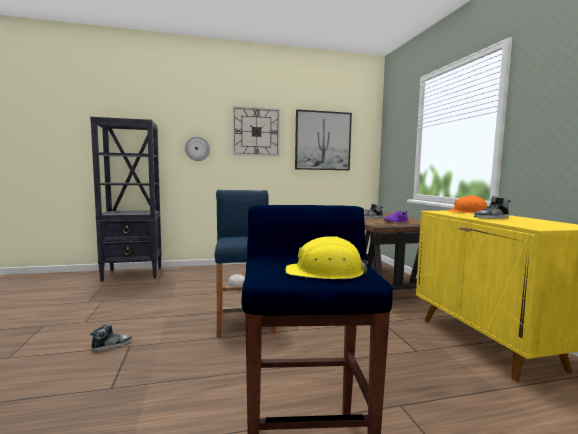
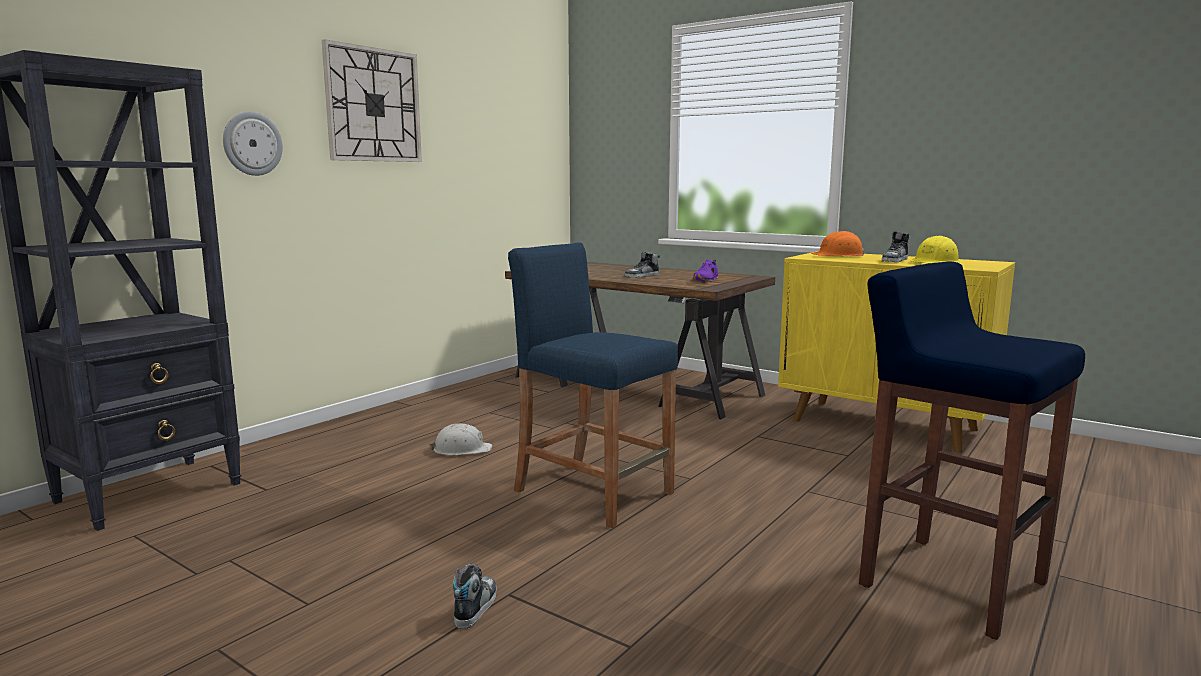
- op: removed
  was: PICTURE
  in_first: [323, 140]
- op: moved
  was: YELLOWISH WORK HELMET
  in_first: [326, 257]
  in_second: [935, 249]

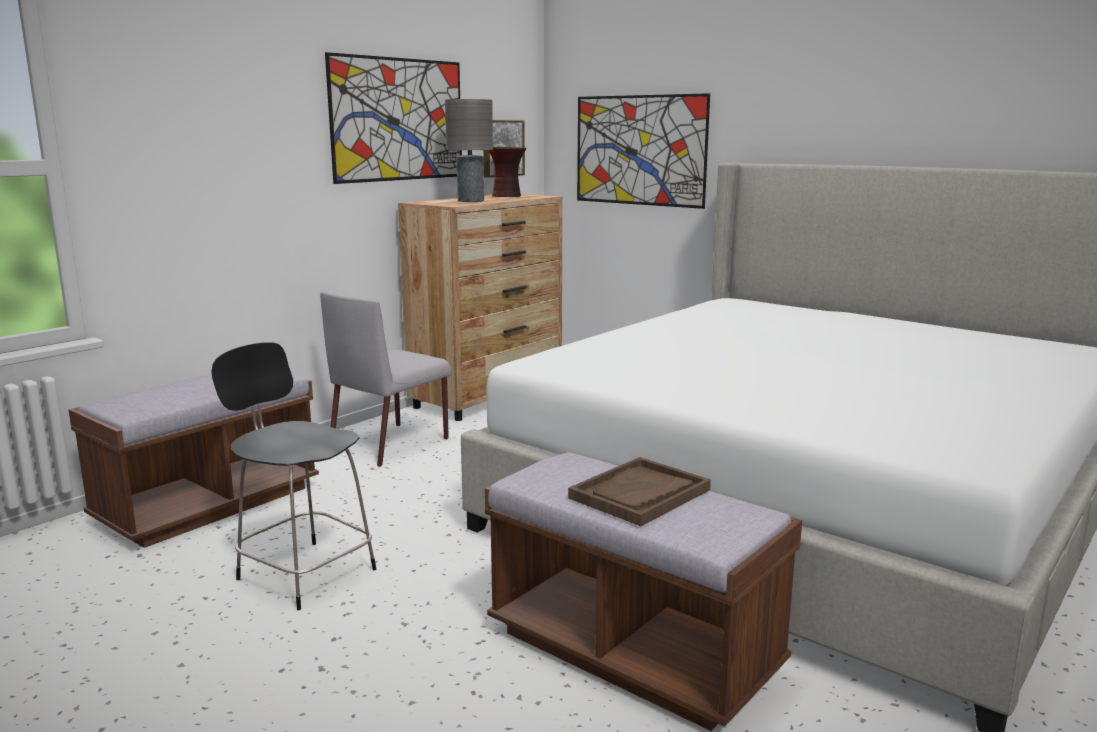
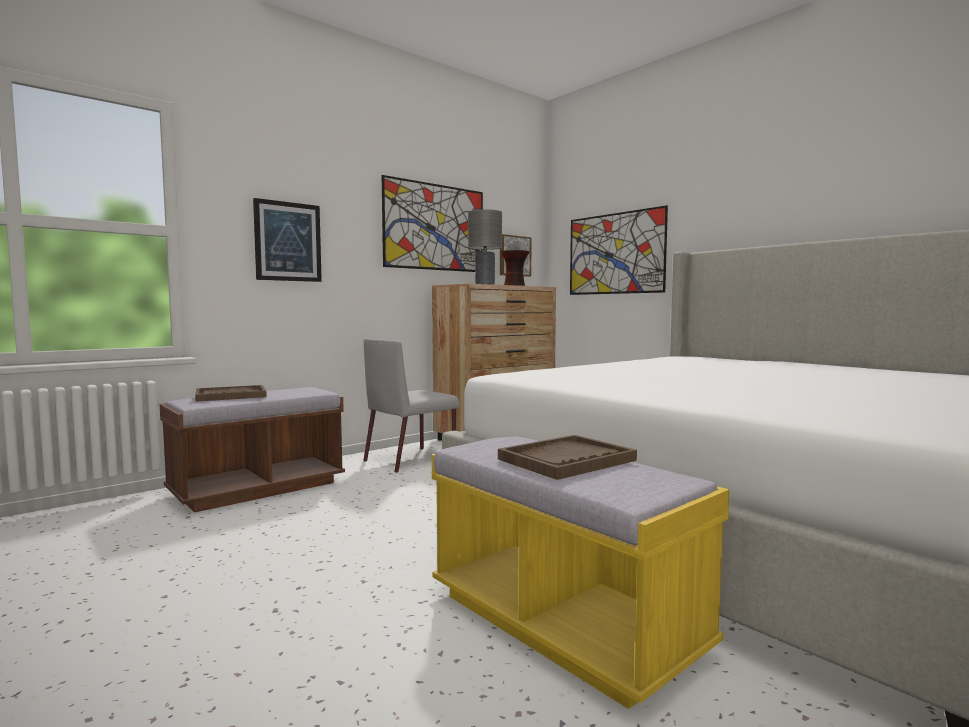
- op: removed
  was: BLACKISH UPRIGHT CHAIR
  in_first: [293, 476]
- op: added
  now: BROWN-COLOURED TRAY
  in_second: [231, 393]
- op: added
  now: PICTURE
  in_second: [287, 240]
- op: recoloured
  was: BROWN-COLOURED LONG SEAT
  now: YELLOWISH LONG SEAT
  in_first: [643, 591]
  in_second: [580, 572]

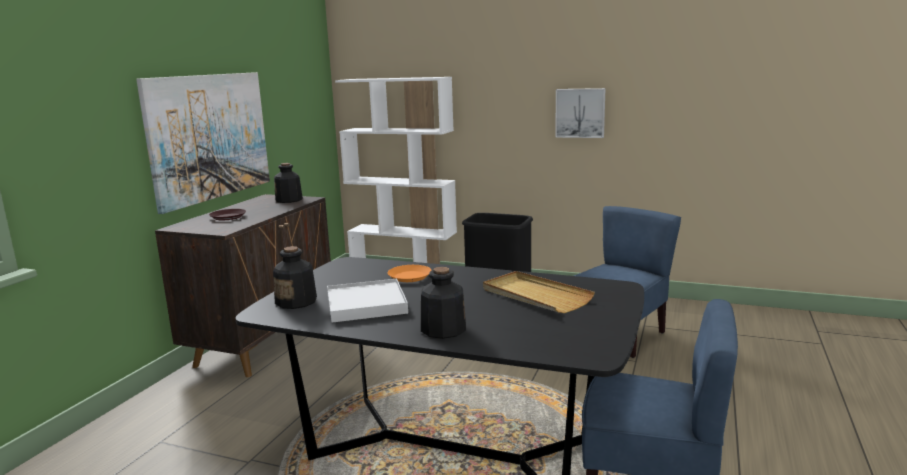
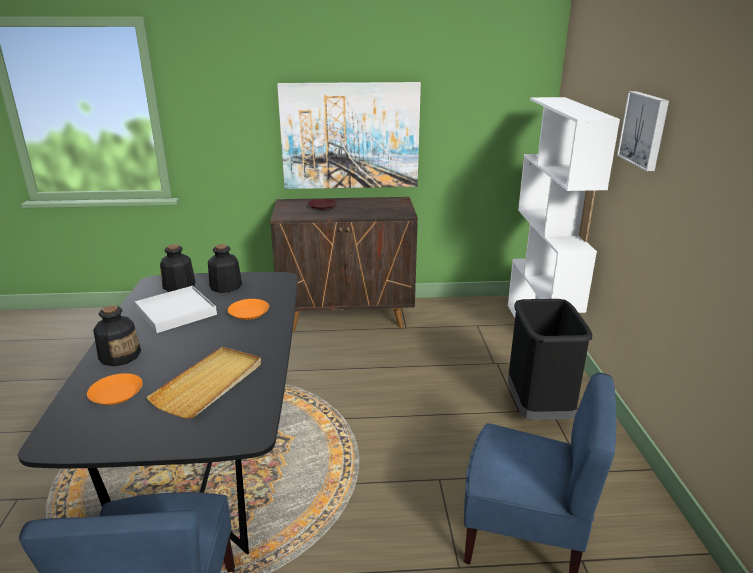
- op: added
  now: ORANGEY PLATE
  in_second: [115, 389]
- op: moved
  was: BEVERAGE BOTTLE
  in_first: [288, 183]
  in_second: [225, 268]
- op: moved
  was: PICTURE
  in_first: [580, 113]
  in_second: [643, 131]

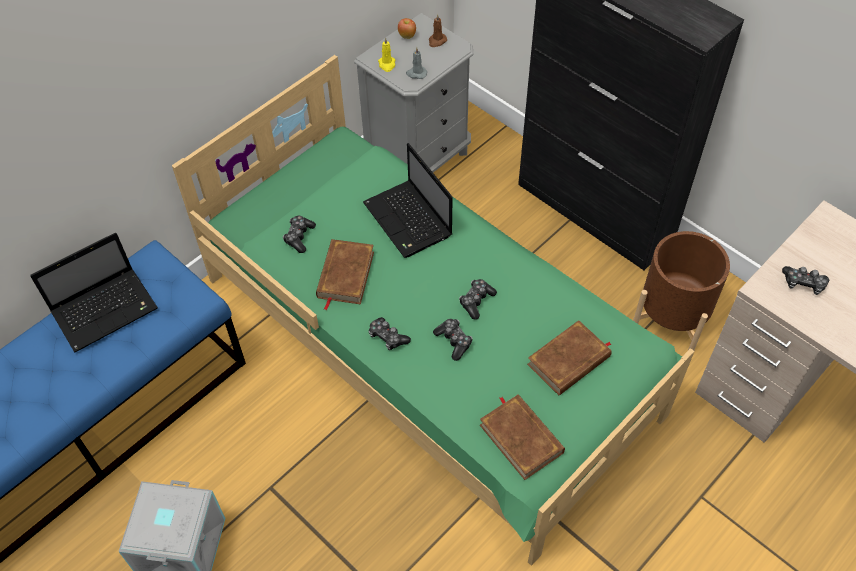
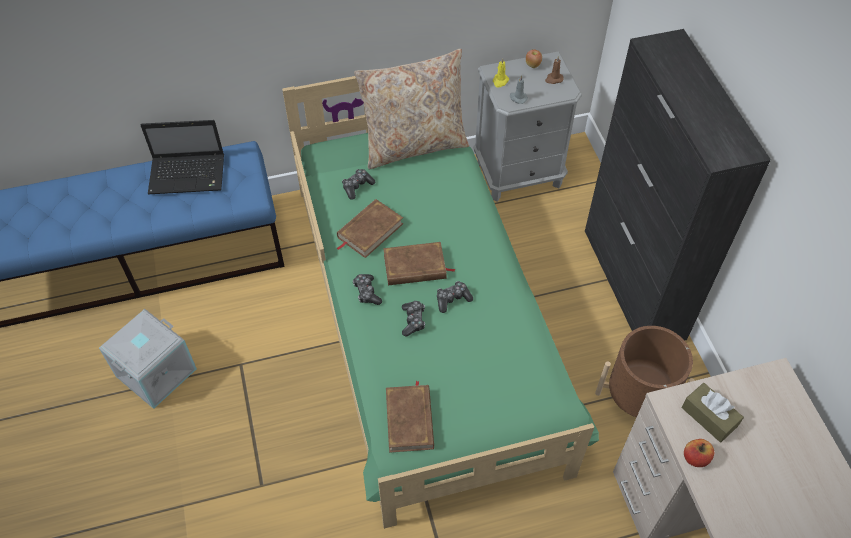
- op: removed
  was: NOTEBOOK COMPUTER
  in_first: [408, 200]
- op: added
  now: BEIGE-COLOURED THROW PILLOW
  in_second: [411, 109]
- op: added
  now: APPLE
  in_second: [699, 453]
- op: moved
  was: BROWN-COLOURED BOOK
  in_first: [569, 357]
  in_second: [419, 263]
- op: replaced
  was: GAMEPAD
  now: BROWN-COLOURED TISSUE BOX
  in_first: [805, 280]
  in_second: [713, 412]

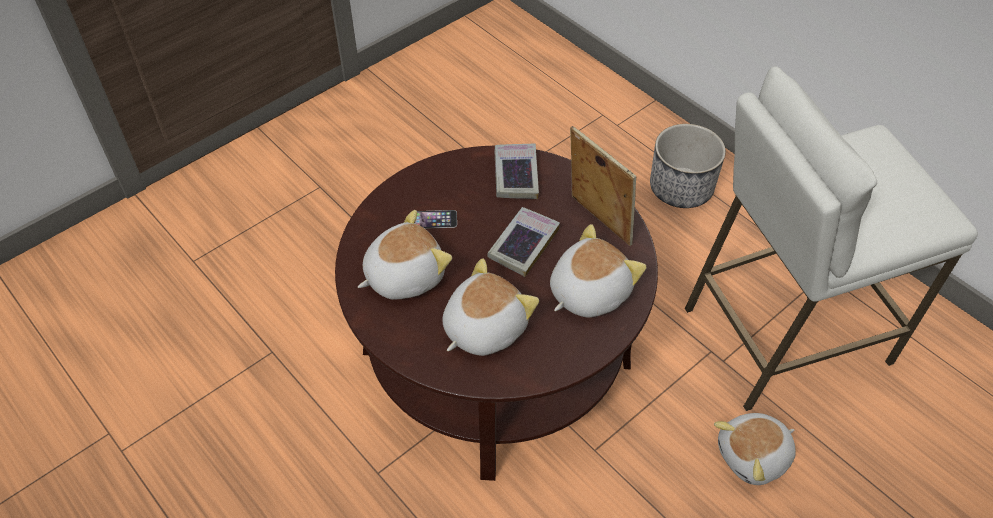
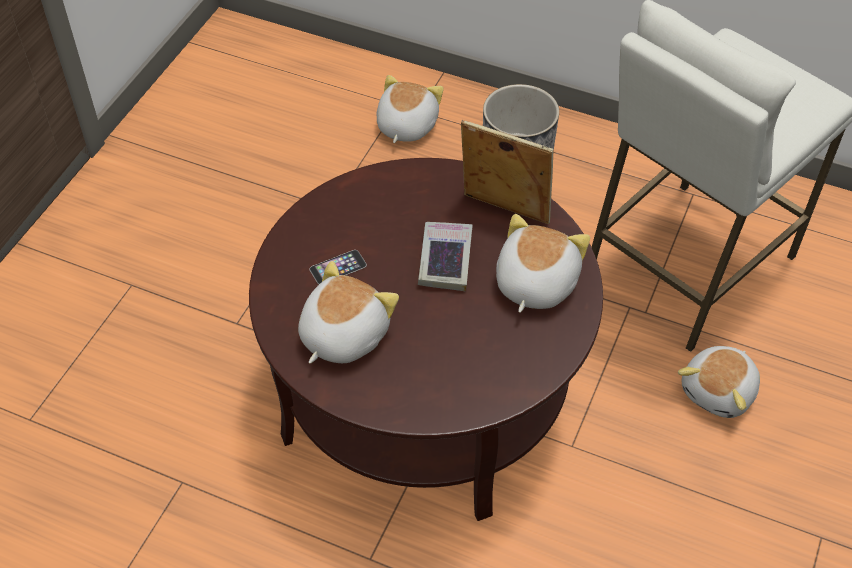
- op: removed
  was: BOOK
  in_first: [516, 171]
- op: moved
  was: SOFT TOY
  in_first: [490, 307]
  in_second: [410, 109]

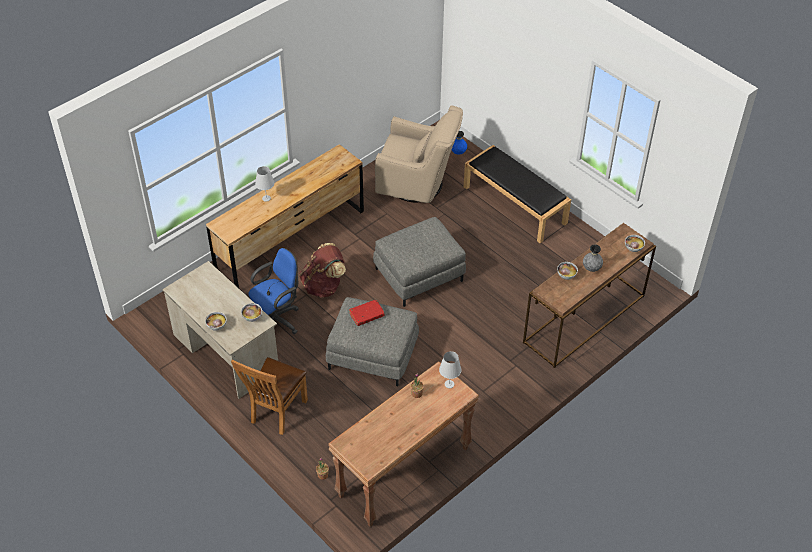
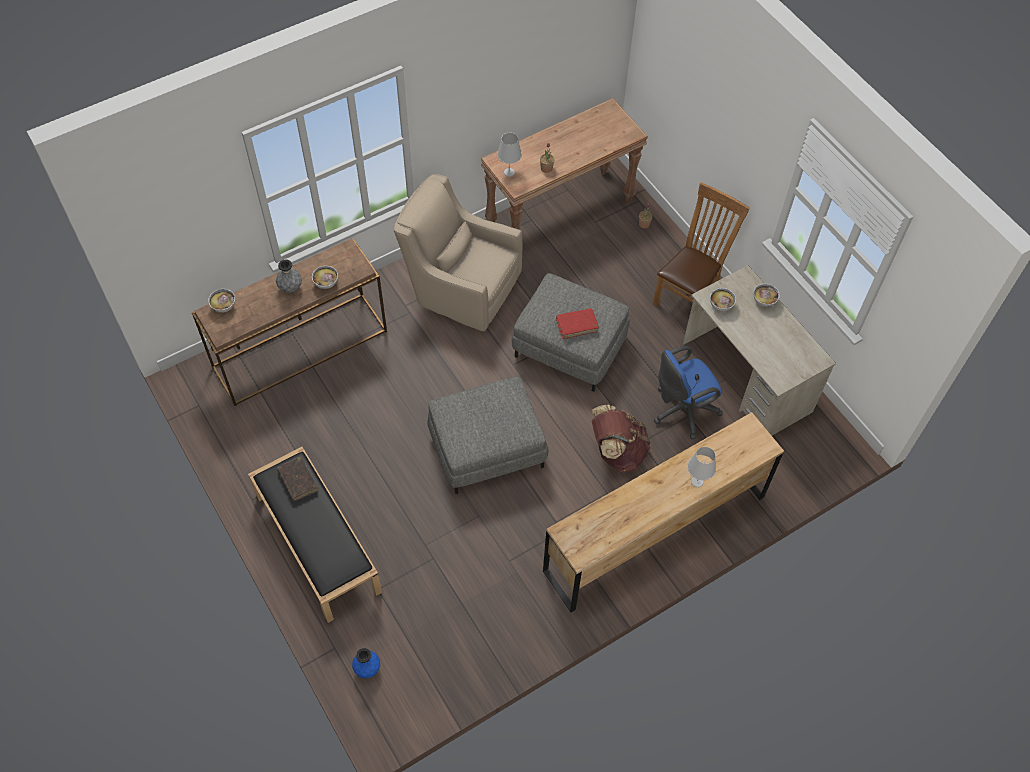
- op: added
  now: BROWN-COLOURED BOOK
  in_second: [298, 478]
- op: moved
  was: BEIGE-COLOURED ARMCHAIR
  in_first: [419, 154]
  in_second: [458, 253]

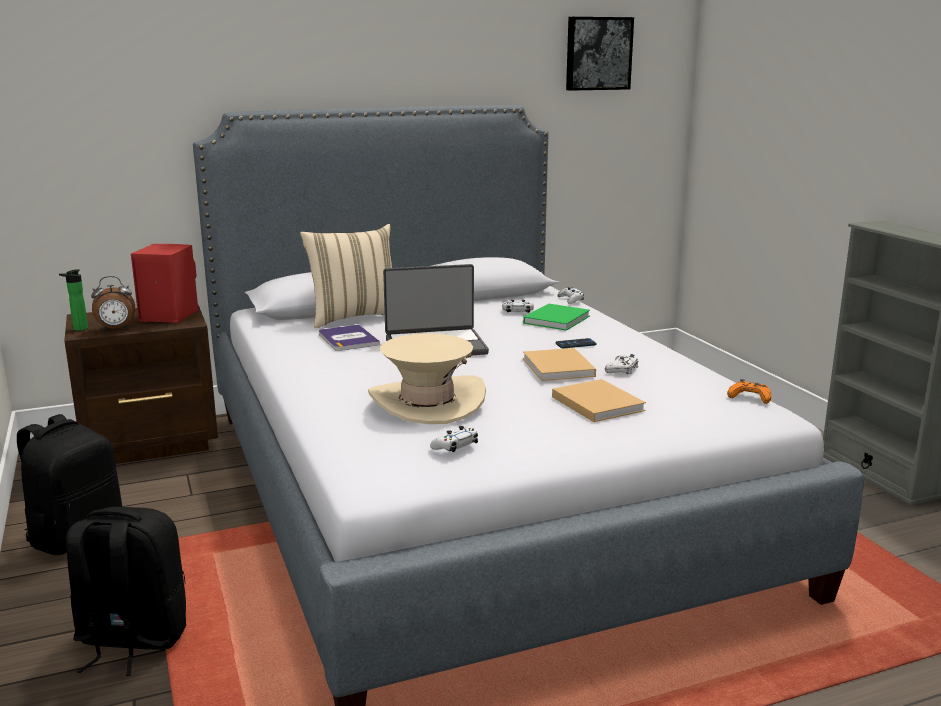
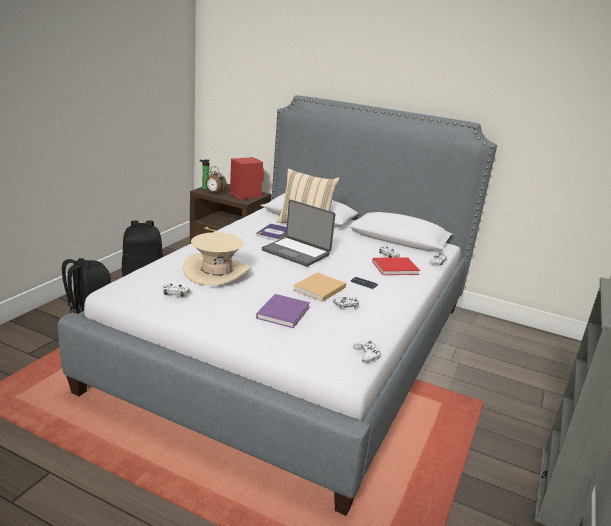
- op: removed
  was: PICTURE
  in_first: [600, 54]
- op: recoloured
  was: GREEN-COLOURED BOOK
  now: RED-COLOURED BOOK
  in_first: [556, 317]
  in_second: [396, 266]
- op: recoloured
  was: BEIGE-COLOURED BOOK
  now: PURPLE-COLOURED BOOK
  in_first: [599, 400]
  in_second: [283, 311]
- op: recoloured
  was: ORANGEY GAMEPAD
  now: WHITISH GAMEPAD
  in_first: [749, 391]
  in_second: [367, 352]

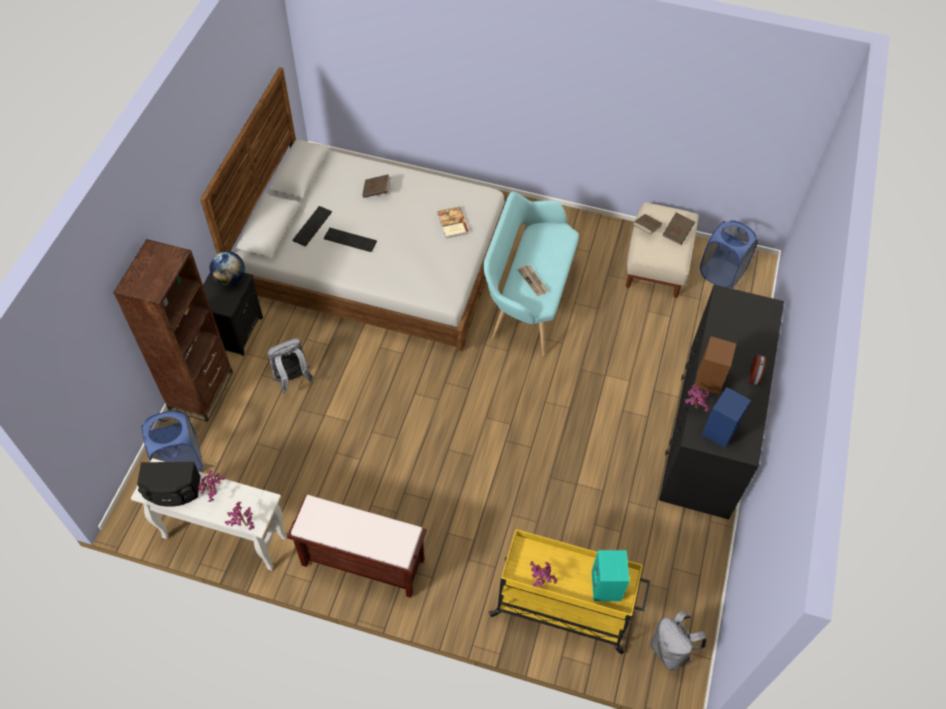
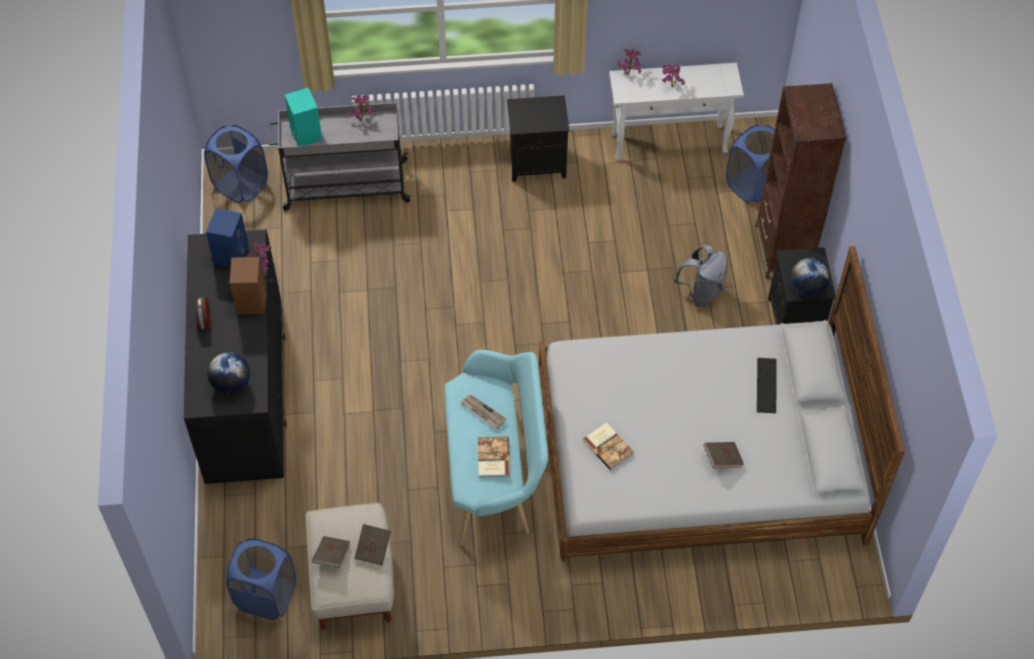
- op: removed
  was: BLACKISH AUDIO SPEAKER
  in_first: [169, 484]
- op: removed
  was: KEYBOARD
  in_first: [350, 240]
- op: added
  now: GLOBE
  in_second: [228, 373]
- op: added
  now: BOOK
  in_second: [494, 457]
- op: replaced
  was: BROWN-COLOURED LONG SEAT
  now: BLACKISH NIGHTSTAND
  in_first: [357, 546]
  in_second: [538, 138]
- op: replaced
  was: GRAY RUCKSACK
  now: BLUE LAUNDRY BASKET
  in_first: [678, 641]
  in_second: [236, 164]
- op: recoloured
  was: YELLOWISH CART
  now: GRAY CART
  in_first: [569, 591]
  in_second: [340, 156]

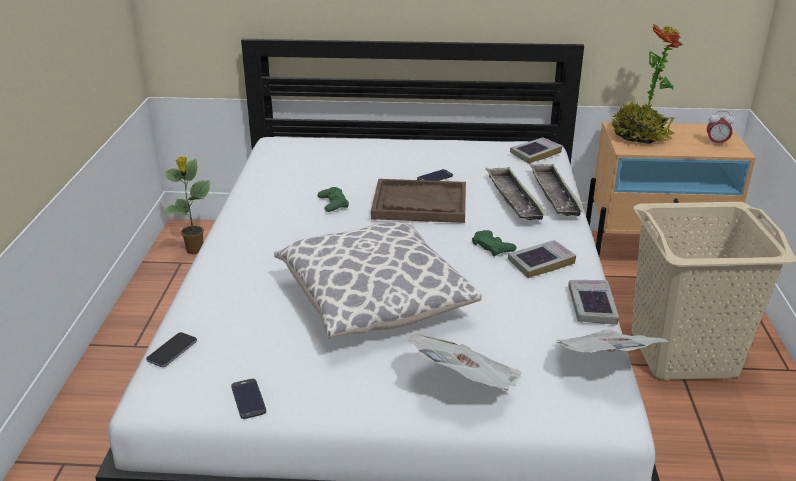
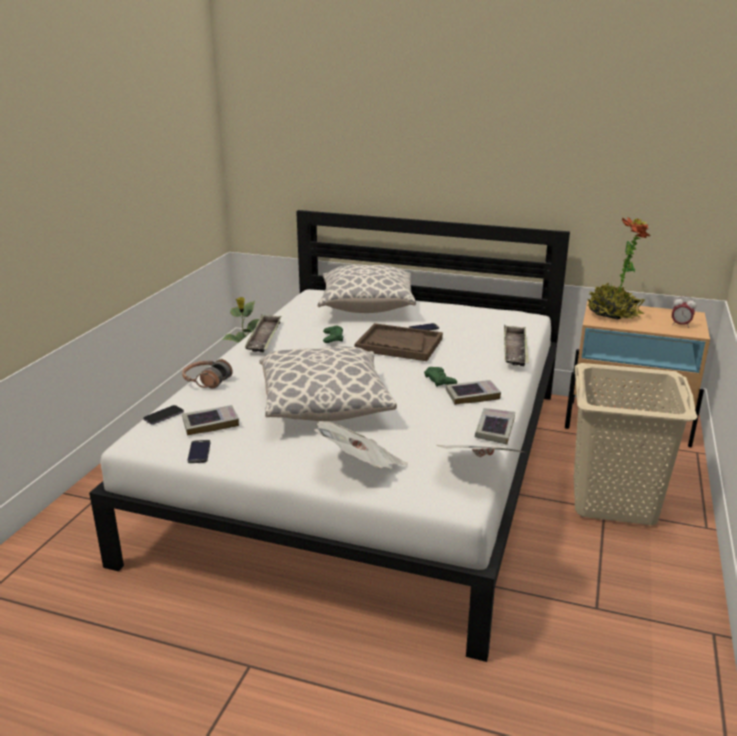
- op: added
  now: HEADSET
  in_second: [207, 373]
- op: added
  now: THROW PILLOW
  in_second: [367, 289]
- op: moved
  was: TRAY
  in_first: [517, 193]
  in_second: [263, 333]
- op: moved
  was: BOOK
  in_first: [536, 150]
  in_second: [210, 420]

